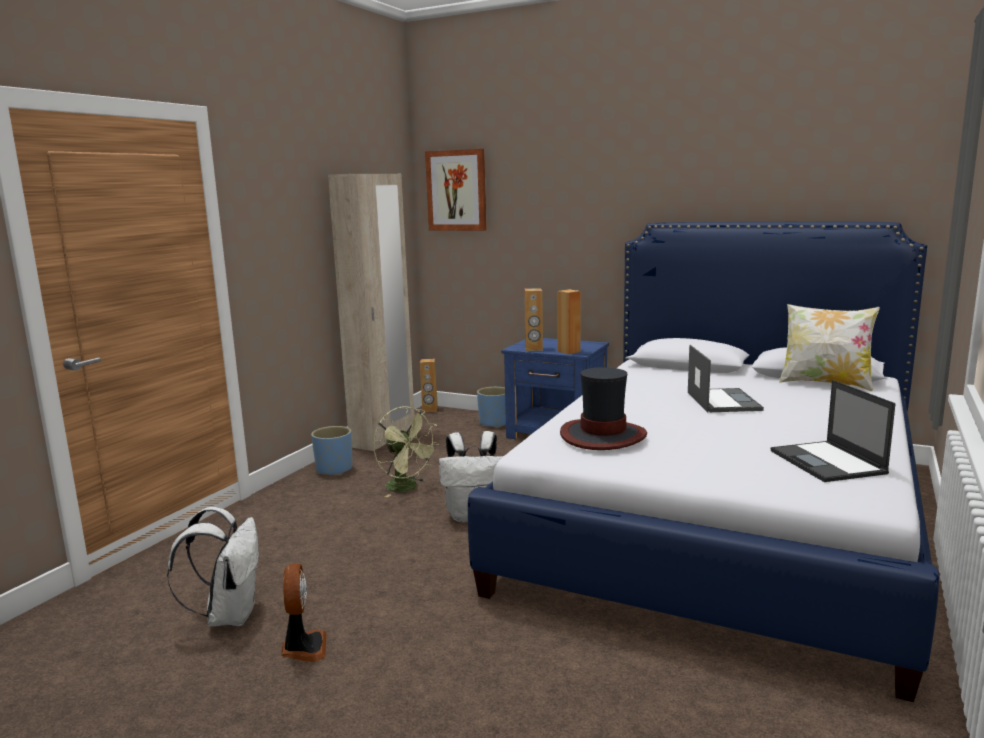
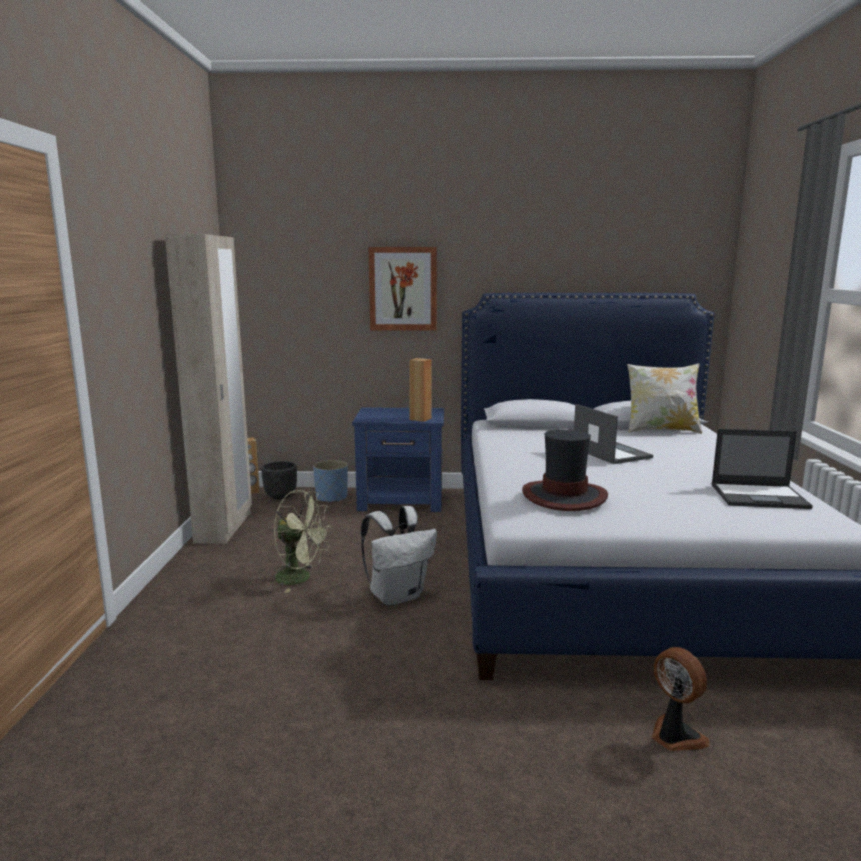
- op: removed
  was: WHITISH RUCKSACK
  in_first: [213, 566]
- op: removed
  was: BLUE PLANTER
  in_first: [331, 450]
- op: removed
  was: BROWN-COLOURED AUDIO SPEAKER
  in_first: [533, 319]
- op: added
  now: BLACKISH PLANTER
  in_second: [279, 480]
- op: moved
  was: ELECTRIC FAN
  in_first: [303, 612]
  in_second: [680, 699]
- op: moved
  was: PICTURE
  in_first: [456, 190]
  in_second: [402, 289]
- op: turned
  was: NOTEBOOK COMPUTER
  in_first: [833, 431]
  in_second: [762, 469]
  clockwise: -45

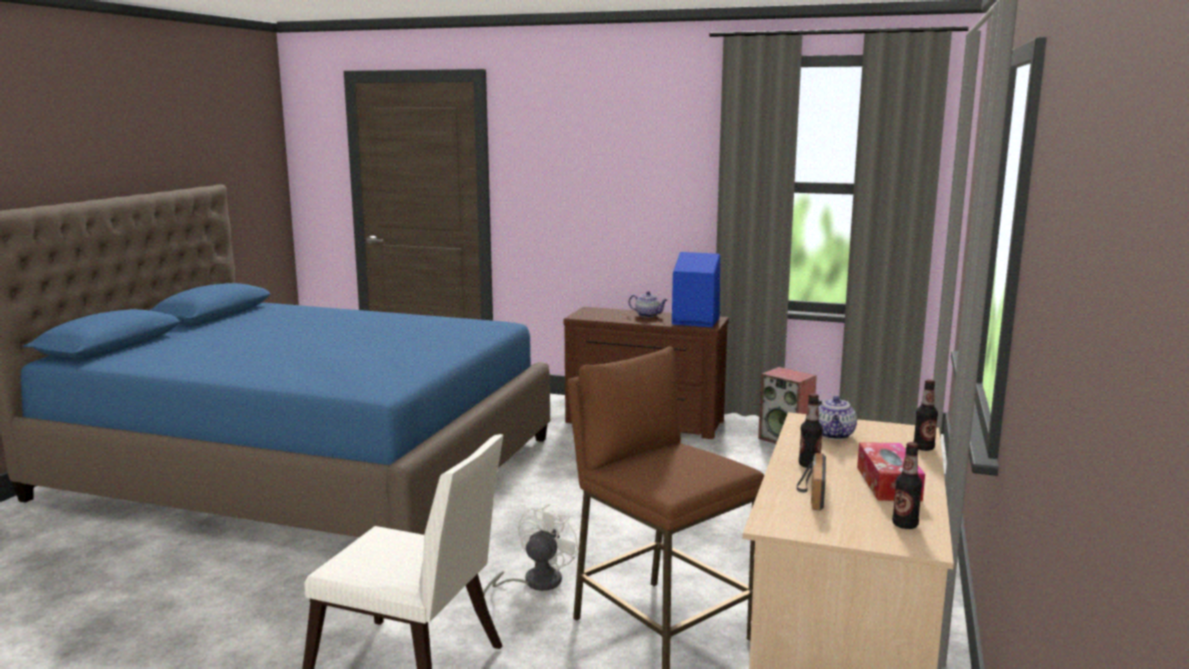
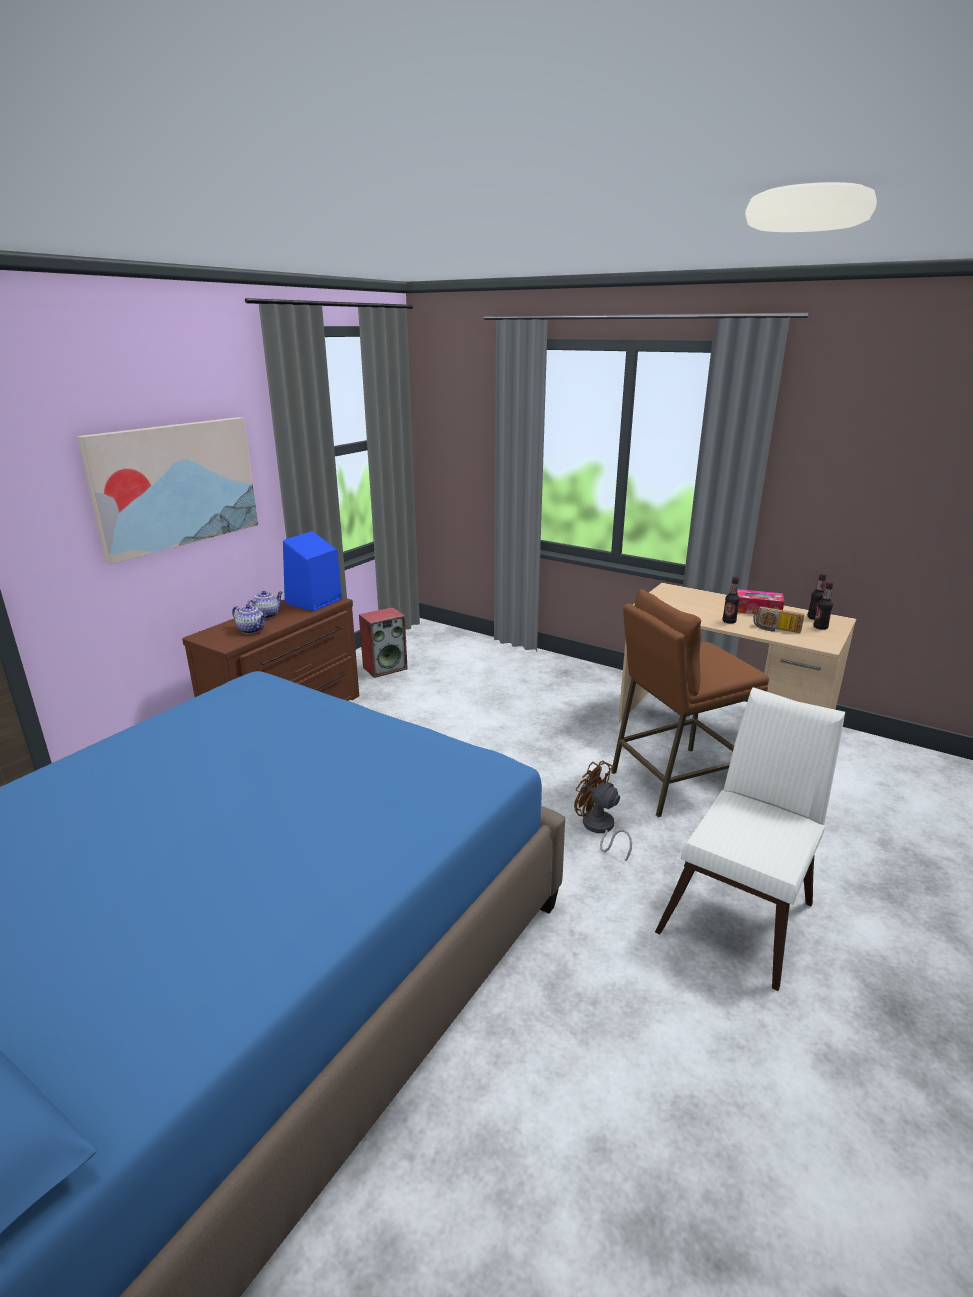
- op: added
  now: PICTURE
  in_second: [167, 490]
- op: moved
  was: POT FOR TEA
  in_first: [837, 418]
  in_second: [249, 619]
- op: moved
  was: BEVERAGE BOTTLE
  in_first: [925, 415]
  in_second: [823, 606]
- op: recoloured
  was: WHITISH ELECTRIC FAN
  now: BROWN-COLOURED ELECTRIC FAN
  in_first: [531, 550]
  in_second: [603, 810]

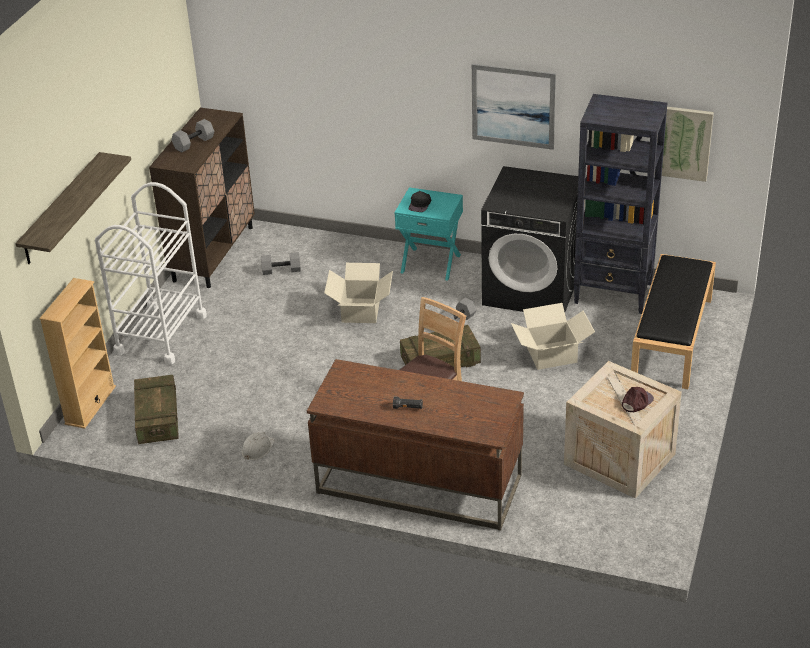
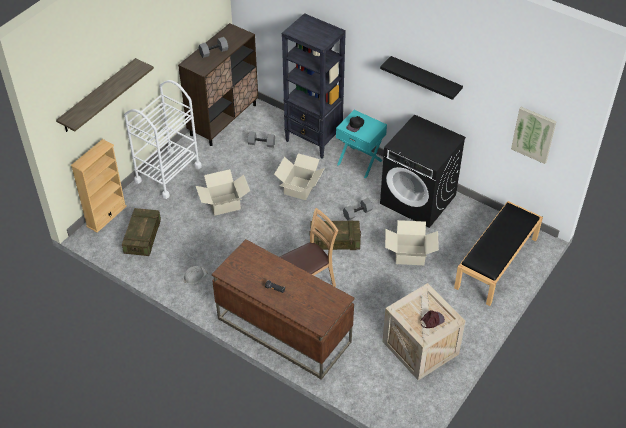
- op: added
  now: CARTON
  in_second: [223, 192]
- op: moved
  was: BLACKISH BOOKSHELF
  in_first: [620, 204]
  in_second: [314, 85]
- op: replaced
  was: PICTURE
  now: BLACKISH WALL SHELF
  in_first: [514, 107]
  in_second: [421, 78]

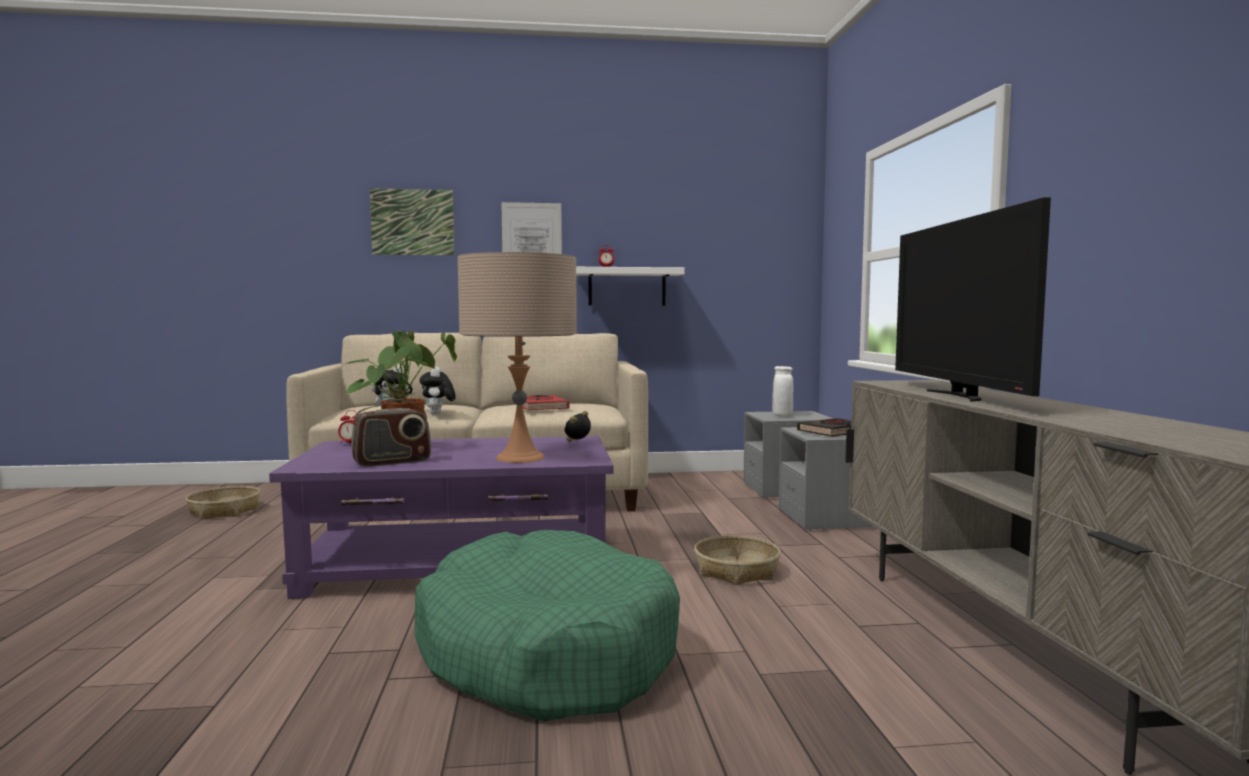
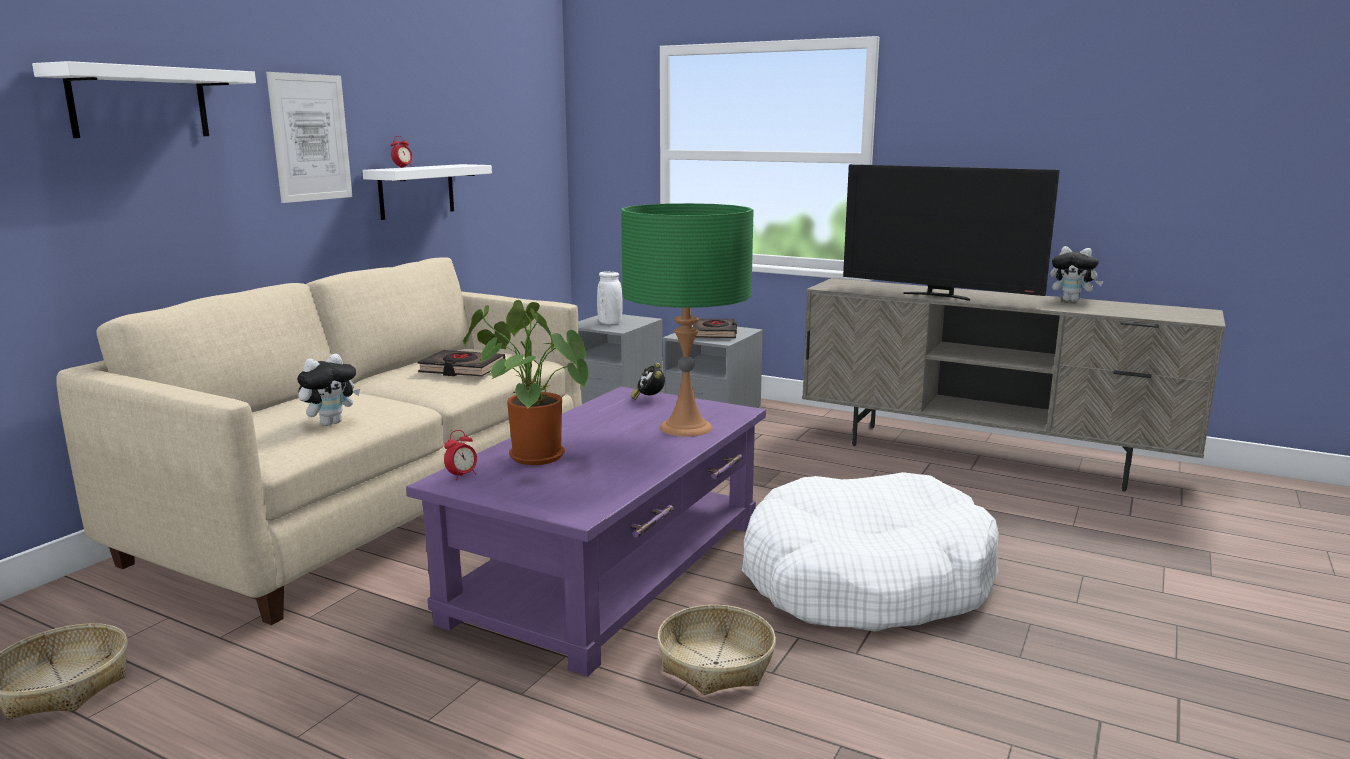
- op: removed
  was: RADIO
  in_first: [391, 433]
- op: moved
  was: SOFT TOY
  in_first: [437, 391]
  in_second: [1076, 274]
- op: moved
  was: HOUSEHOLD BASKET
  in_first: [737, 560]
  in_second: [716, 650]
- op: replaced
  was: PICTURE
  now: WHITISH WALL SHELF
  in_first: [412, 222]
  in_second: [144, 99]
- op: recoloured
  was: GREEN-COLOURED PET BED
  now: WHITISH PET BED
  in_first: [547, 625]
  in_second: [870, 552]
- op: recoloured
  was: BEIGE-COLOURED LAMP FOR A TABLE
  now: GREEN-COLOURED LAMP FOR A TABLE
  in_first: [517, 357]
  in_second: [687, 320]
- op: recoloured
  was: RED-COLOURED BOOK
  now: BLACKISH BOOK
  in_first: [546, 402]
  in_second: [461, 363]

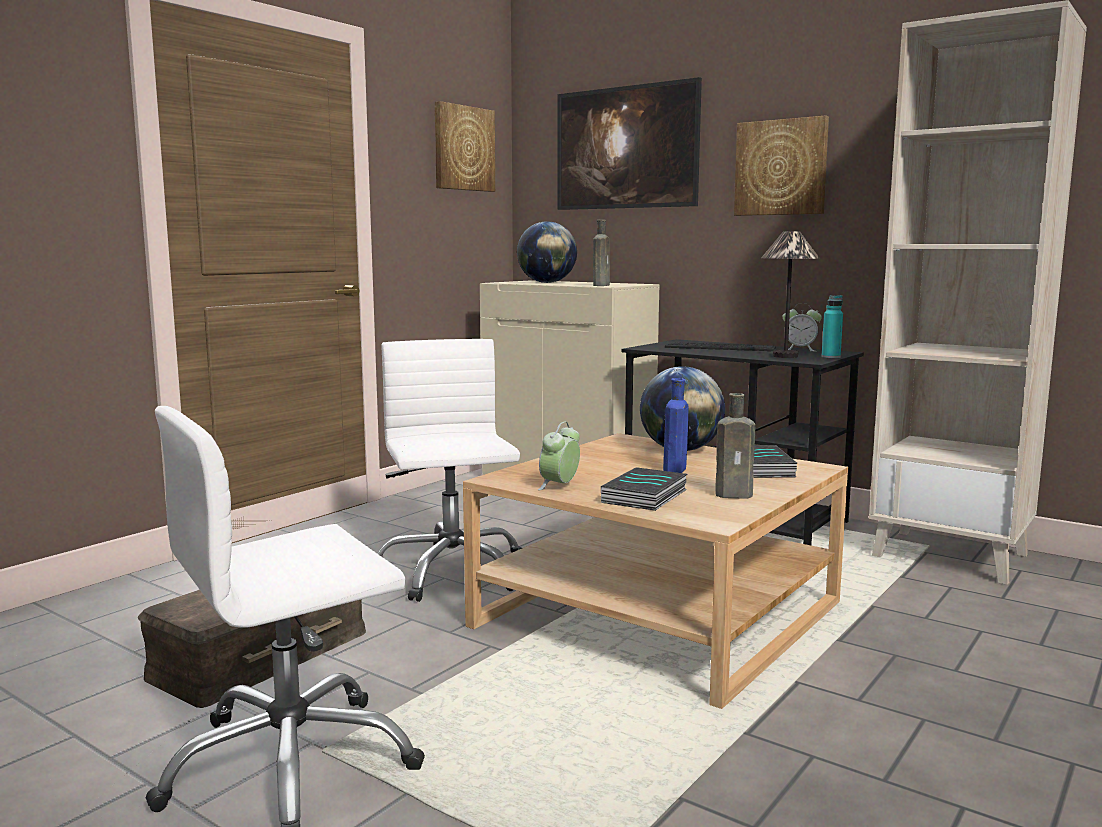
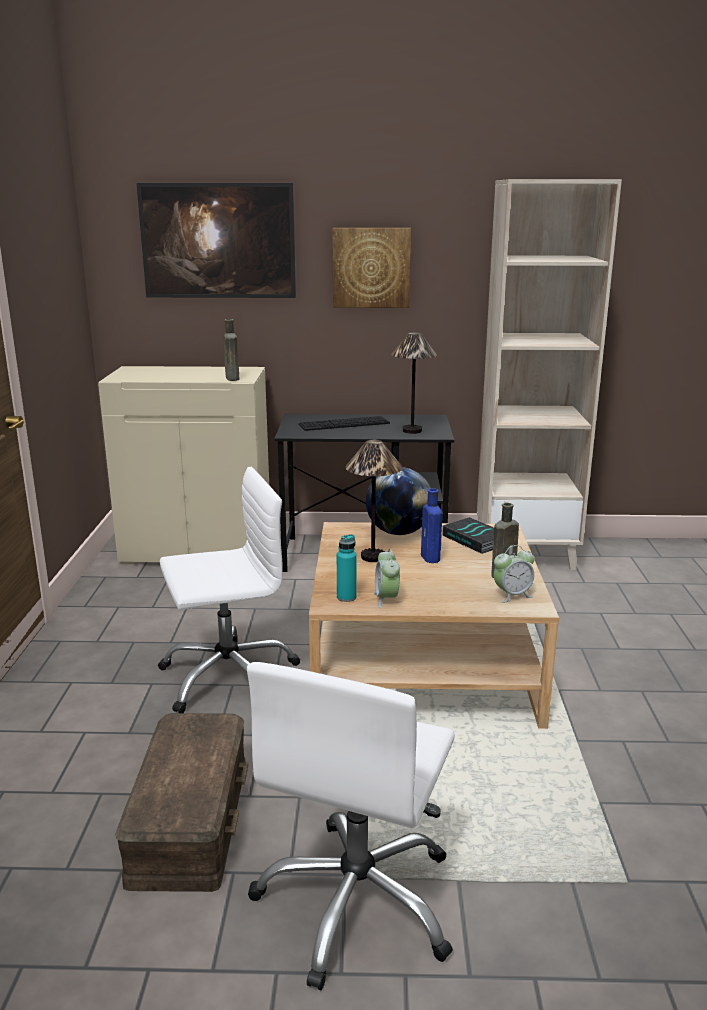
- op: removed
  was: PICTURE
  in_first: [465, 146]
- op: removed
  was: GLOBE
  in_first: [547, 252]
- op: removed
  was: BOOK
  in_first: [644, 489]
- op: added
  now: LAMP FOR A TABLE
  in_second: [374, 501]
- op: moved
  was: BEDSIDE CLOCK
  in_first: [802, 327]
  in_second: [514, 574]
- op: moved
  was: BLUE-GREEN BEVERAGE BOTTLE
  in_first: [832, 326]
  in_second: [347, 568]
- op: turned
  was: WHITISH OFFICE CHAIR
  in_first: [449, 470]
  in_second: [229, 590]
  clockwise: 120

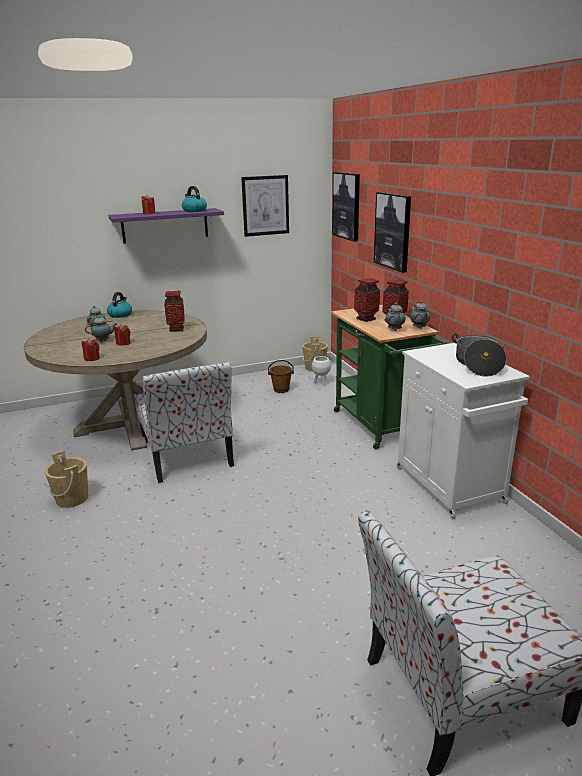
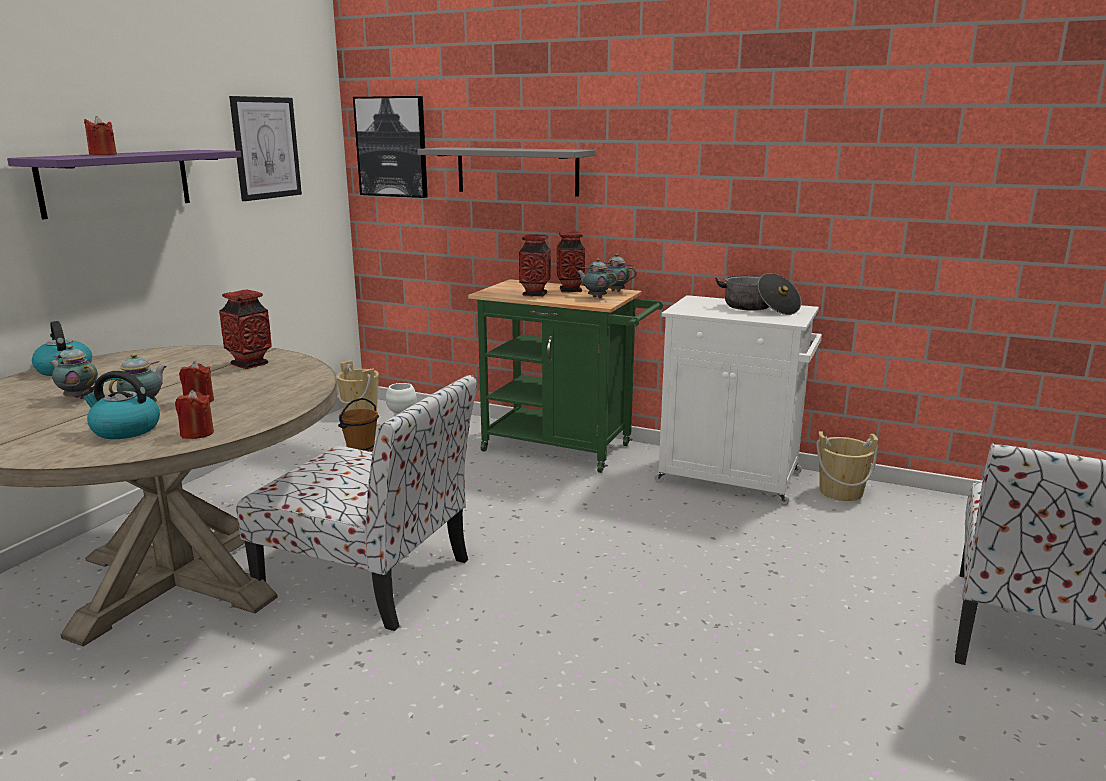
- op: moved
  was: BEIGE-COLOURED PAIL
  in_first: [66, 479]
  in_second: [847, 466]
- op: moved
  was: WATER KETTLE
  in_first: [194, 199]
  in_second: [120, 405]
- op: replaced
  was: PICTURE
  now: GRAY WALL SHELF
  in_first: [392, 232]
  in_second: [506, 172]

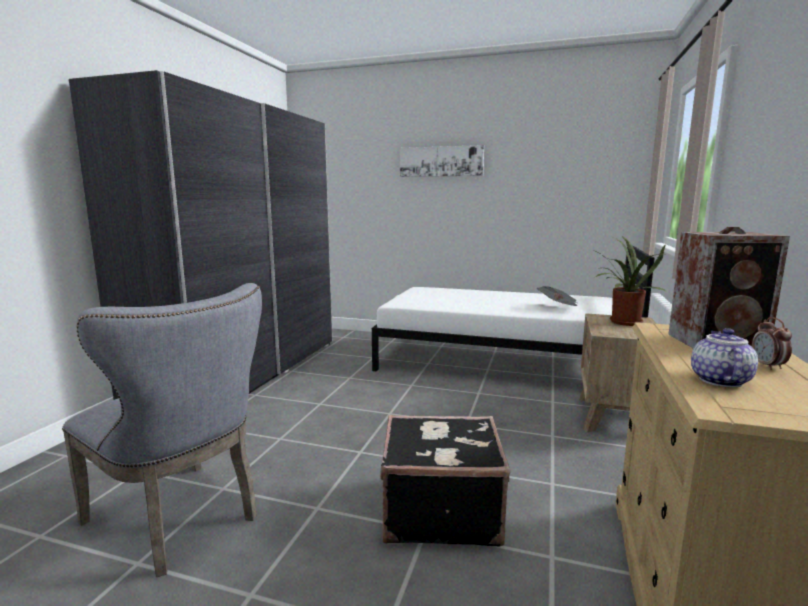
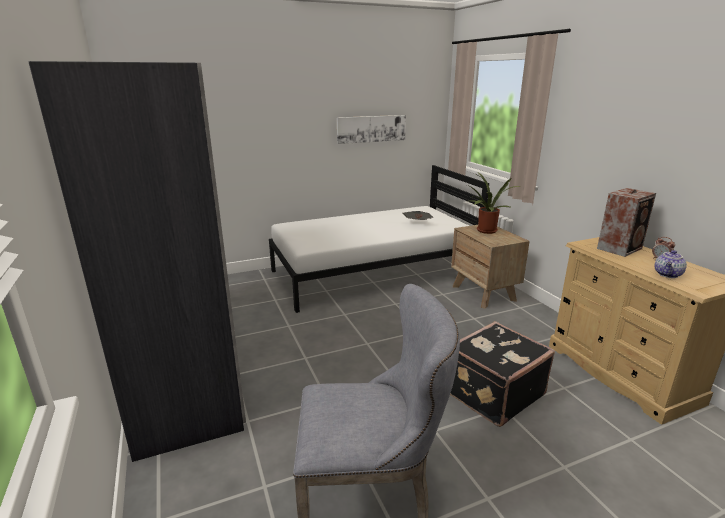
- op: moved
  was: PICTURE
  in_first: [442, 161]
  in_second: [371, 129]
- op: turned
  was: POT FOR TEA
  in_first: [724, 358]
  in_second: [670, 264]
  clockwise: -120

